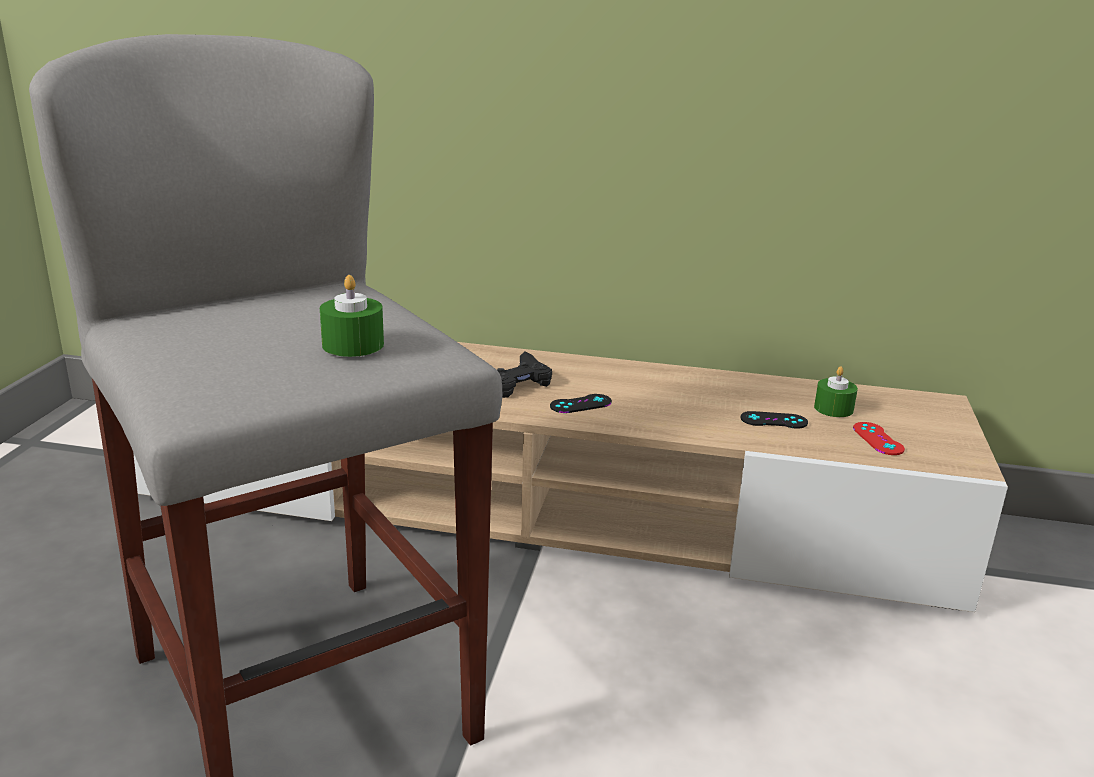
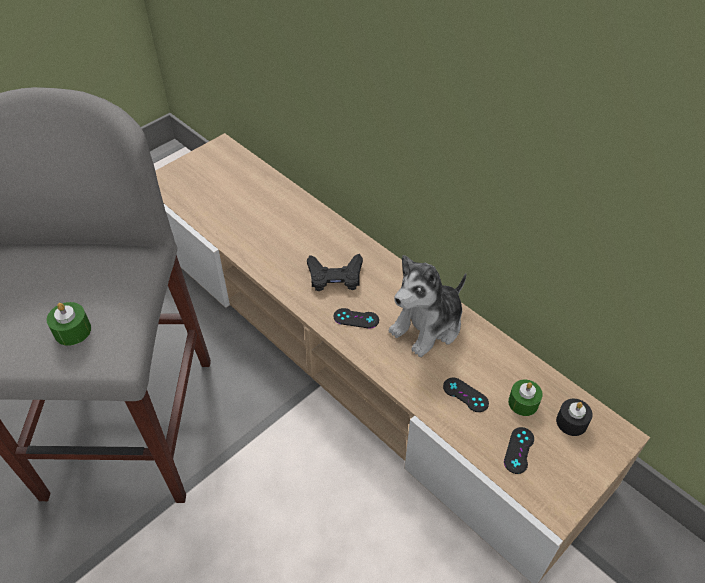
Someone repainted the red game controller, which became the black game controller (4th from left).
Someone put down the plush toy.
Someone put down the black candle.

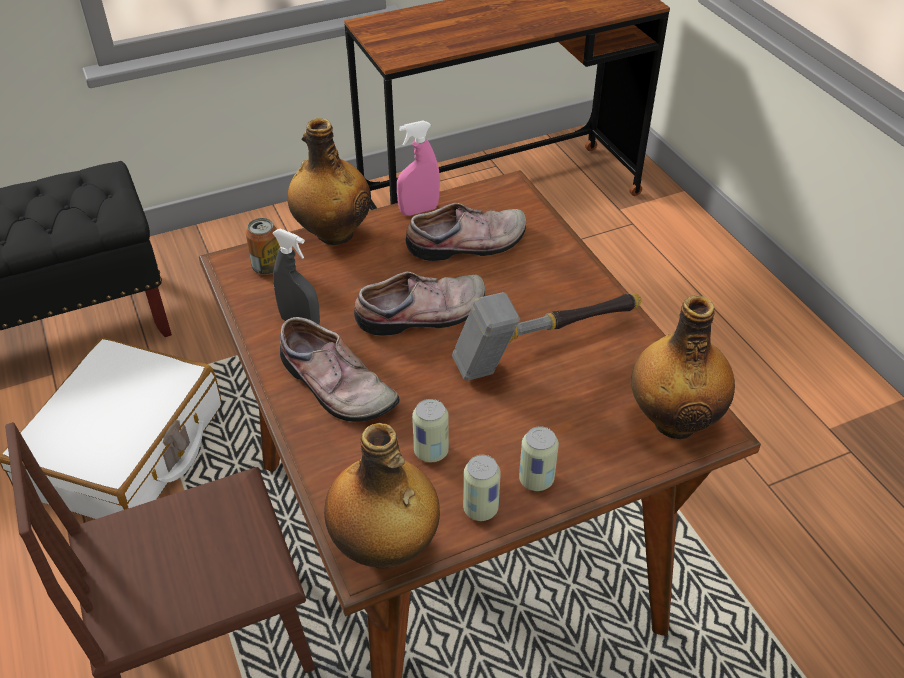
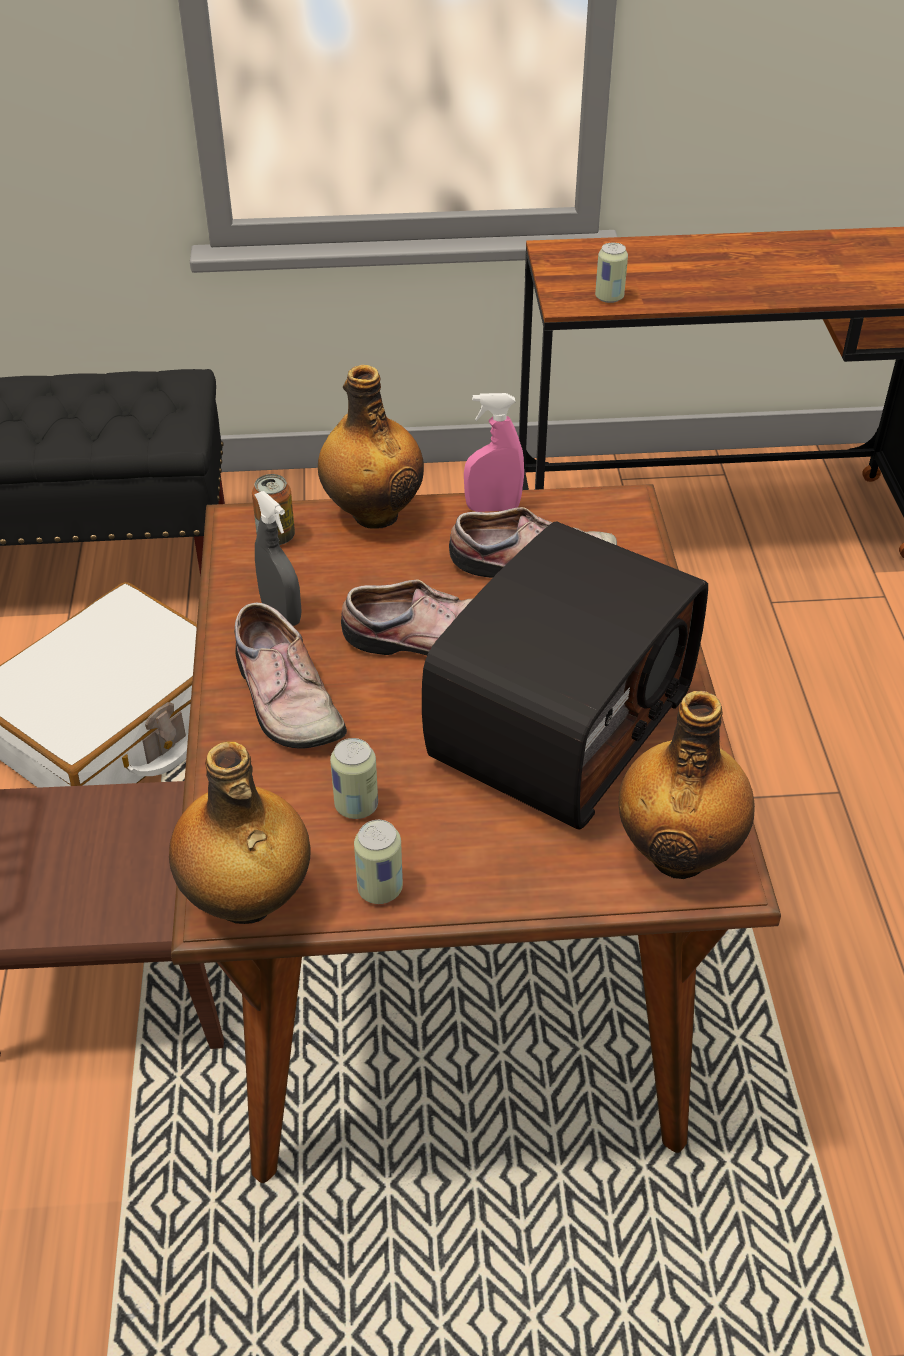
Someone swapped the hammer for the radio.
Someone carried the can (4th from left).

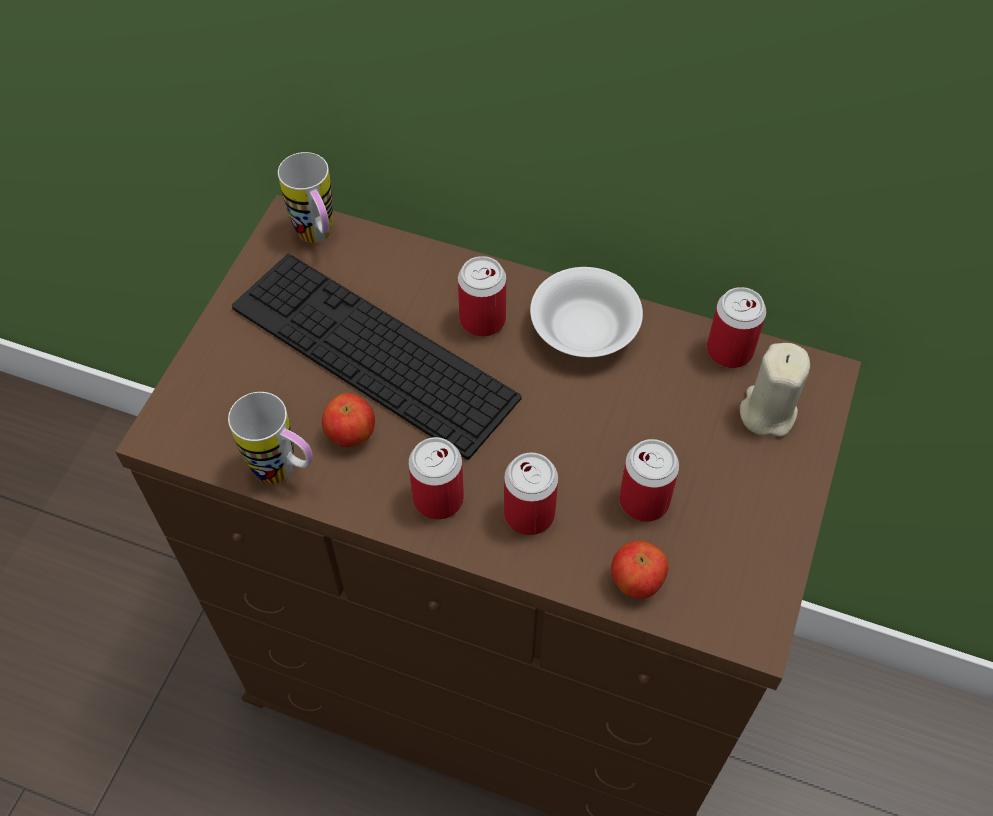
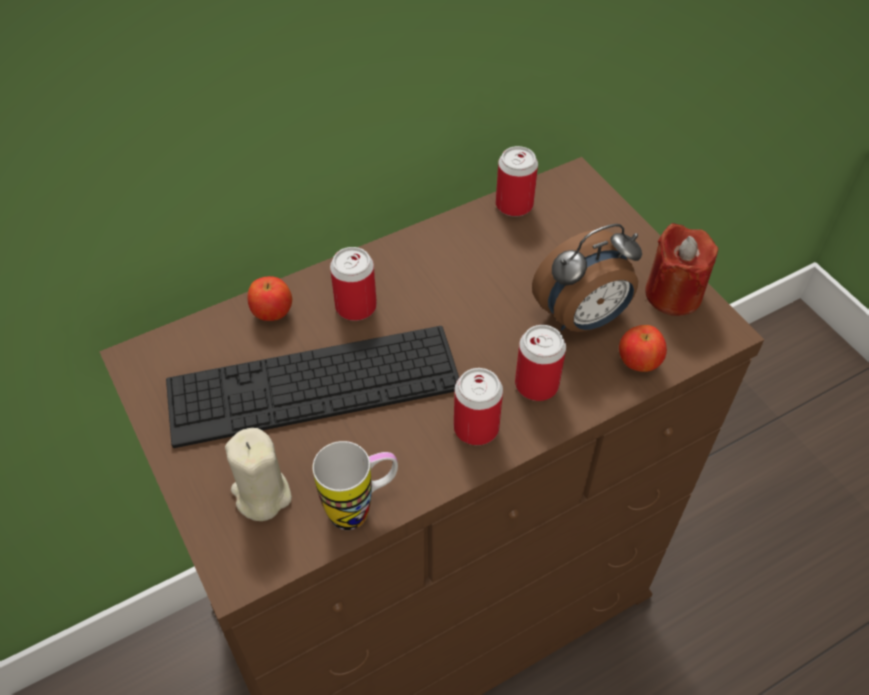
Someone took away the mug (2nd from left).
Someone took away the white bowl.
Someone carried the beige candle.
Someone carried the apple (1st from left).
Someone swapped the can (4th from left) for the alarm clock.
Someone put down the red candle.

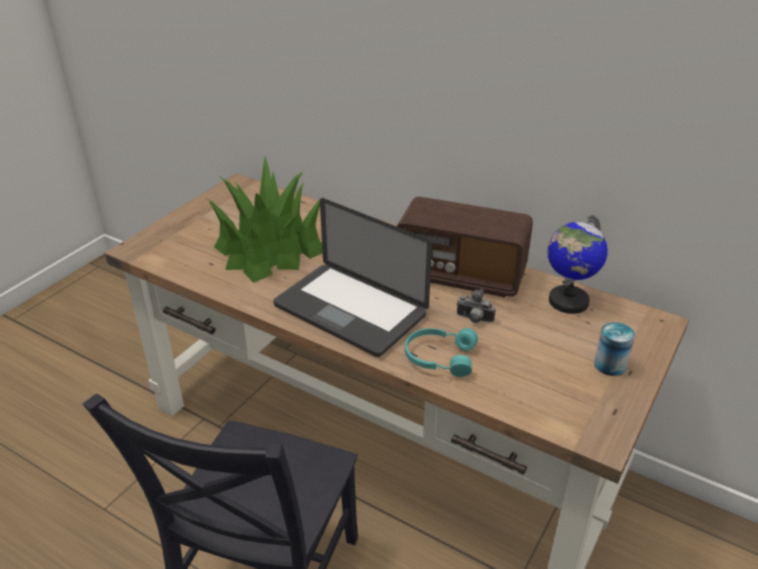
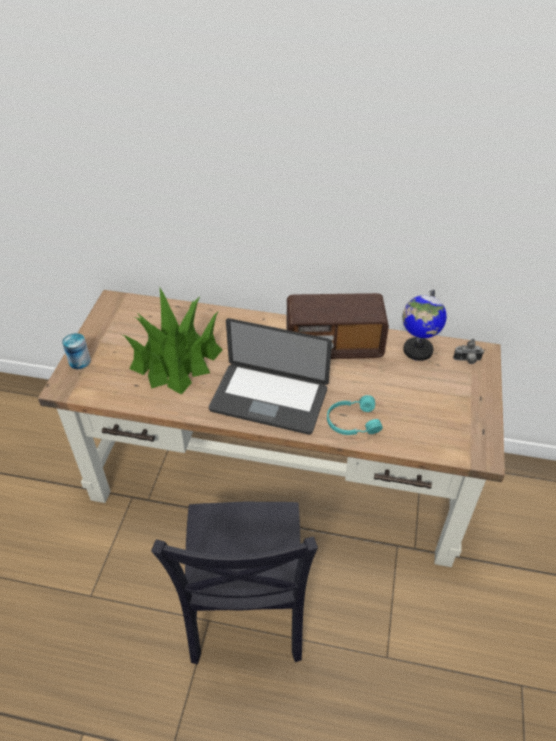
Someone carried the photo camera.
Someone carried the can.

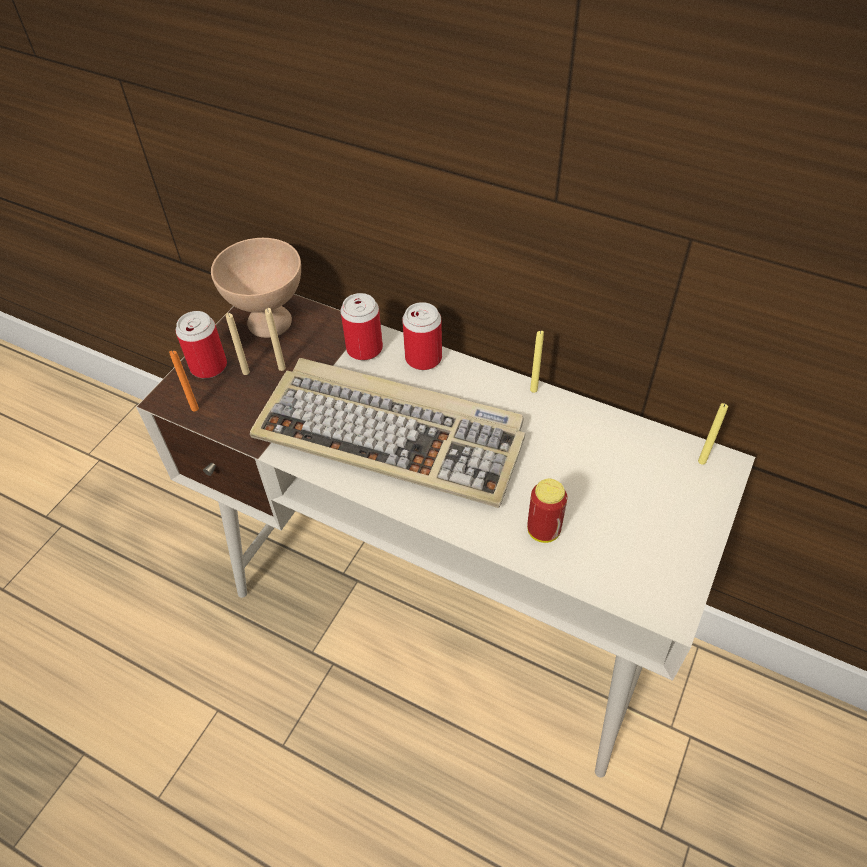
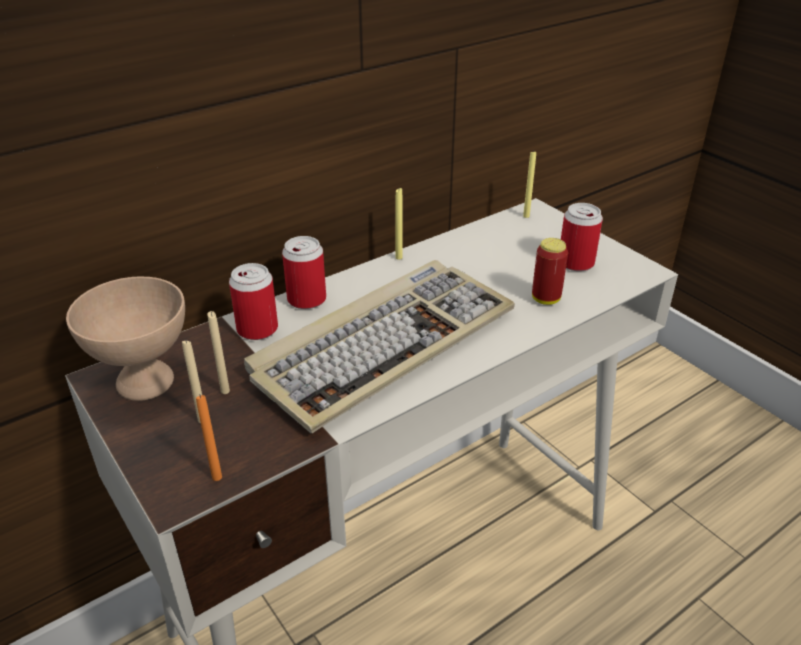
Someone carried the can (1st from left in the first image).

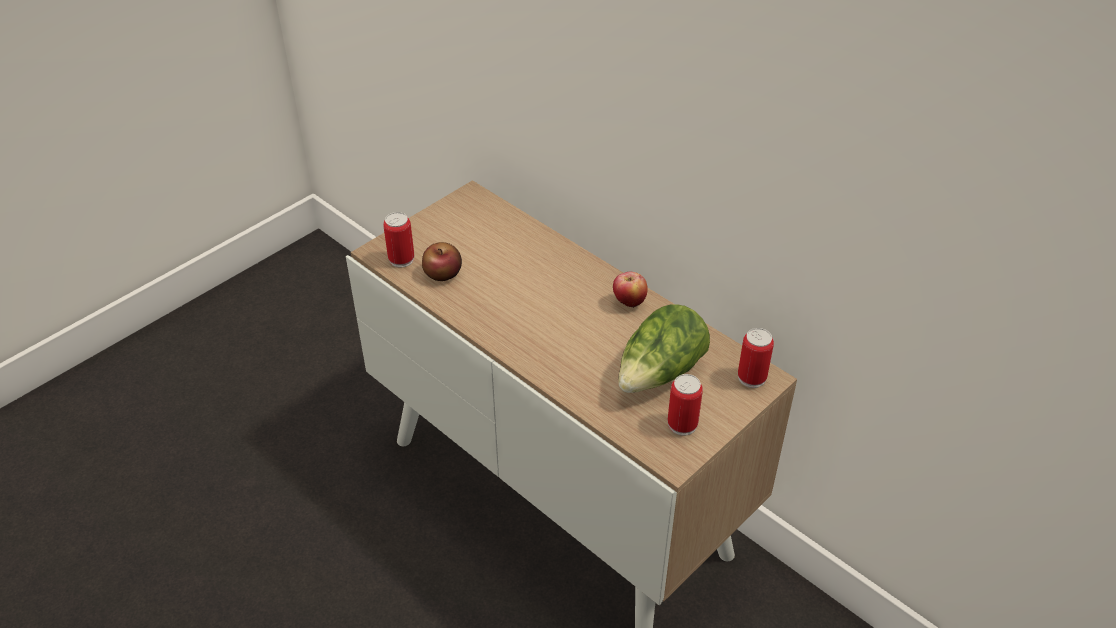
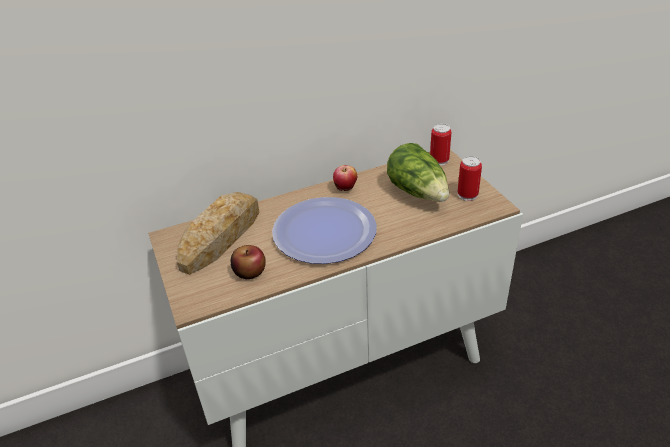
Someone took away the can (1st from left).
Someone put down the bread.
Someone put down the plate.

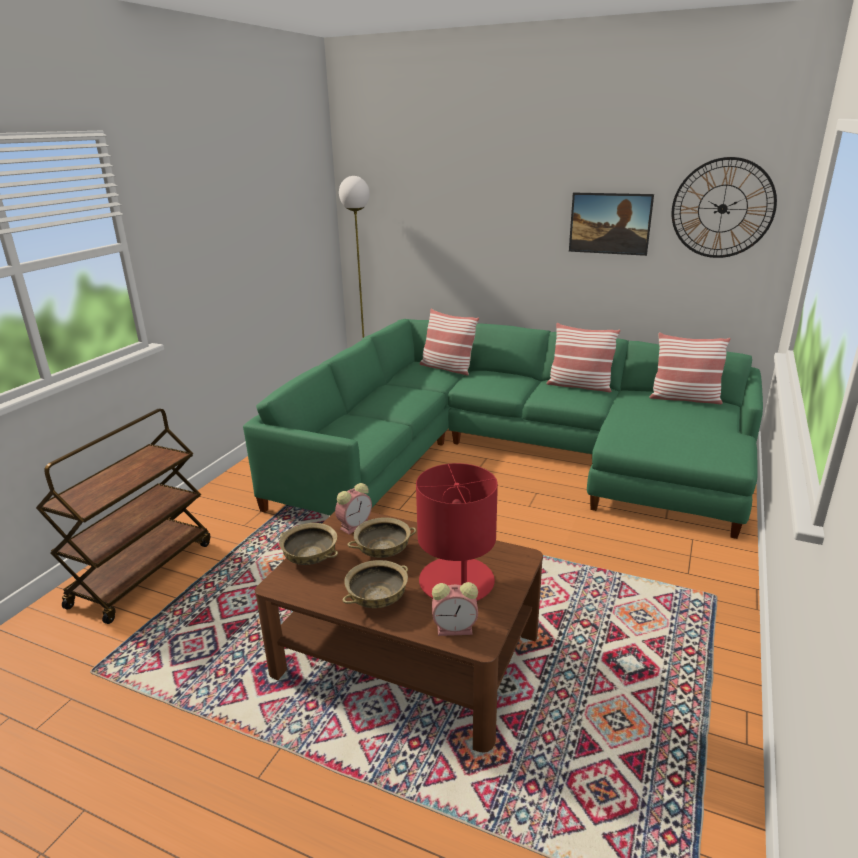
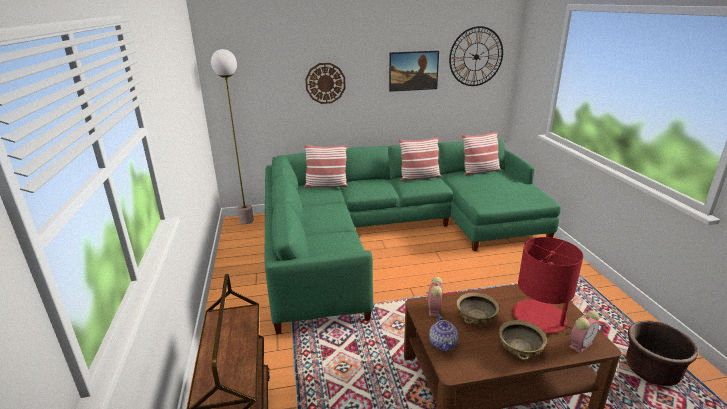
Someone swapped the beige bowl (1st from left) for the teapot.
Someone put up the wall clock (1st from left).
Someone put down the brown planter.

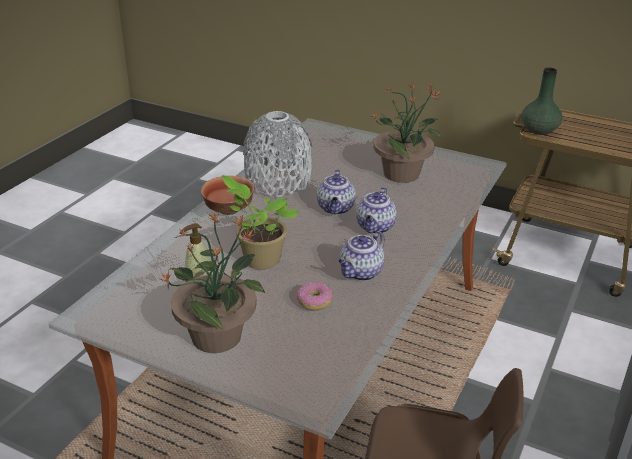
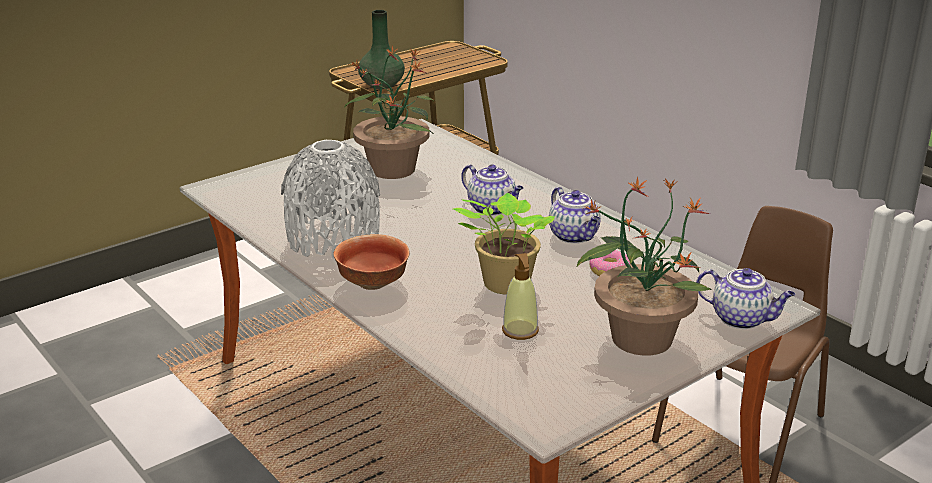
Someone carried the teapot (1st from left in the first image).

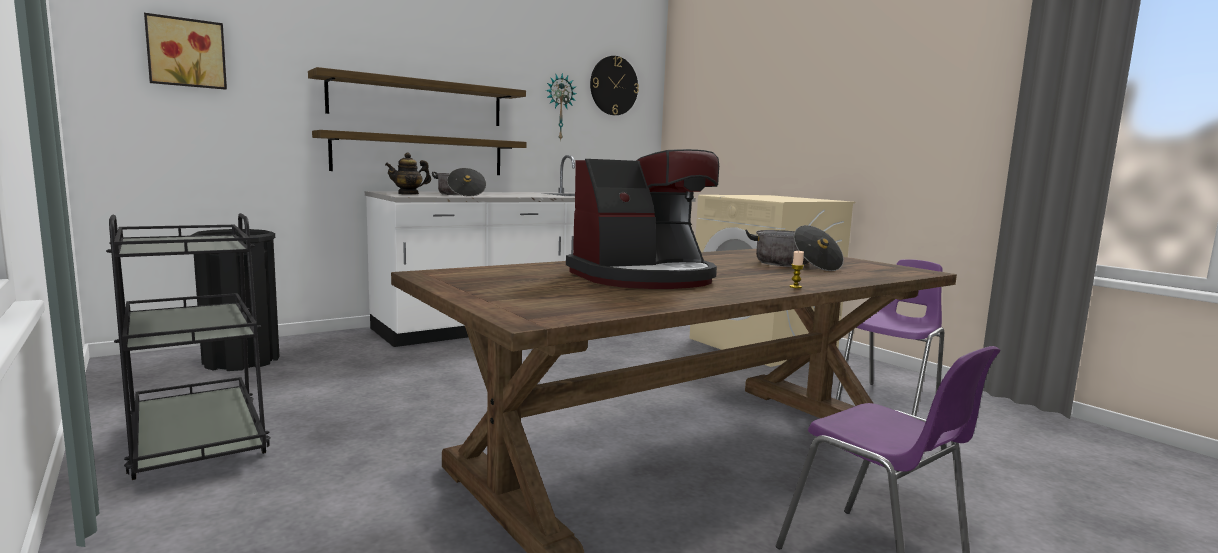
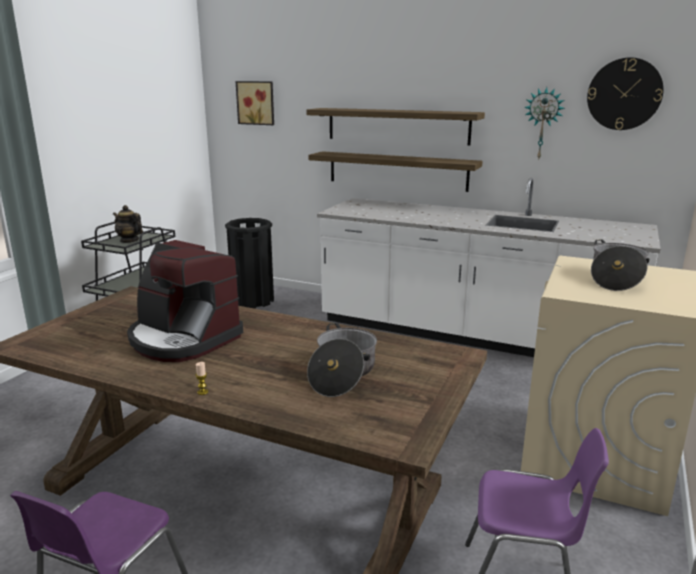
Someone carried the teapot.
Someone carried the cooking pot (1st from left in the first image).

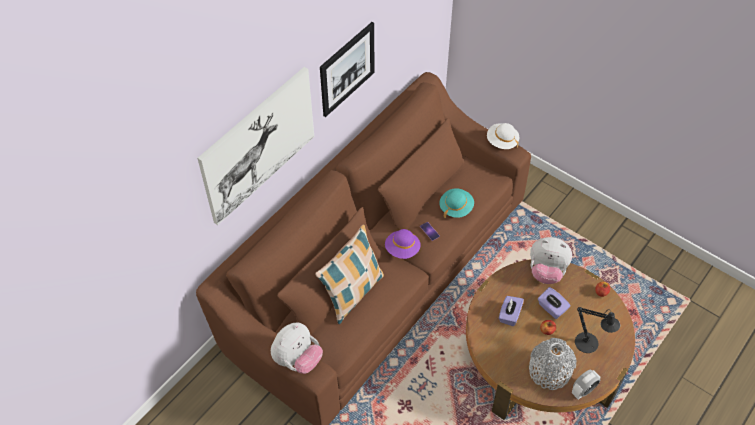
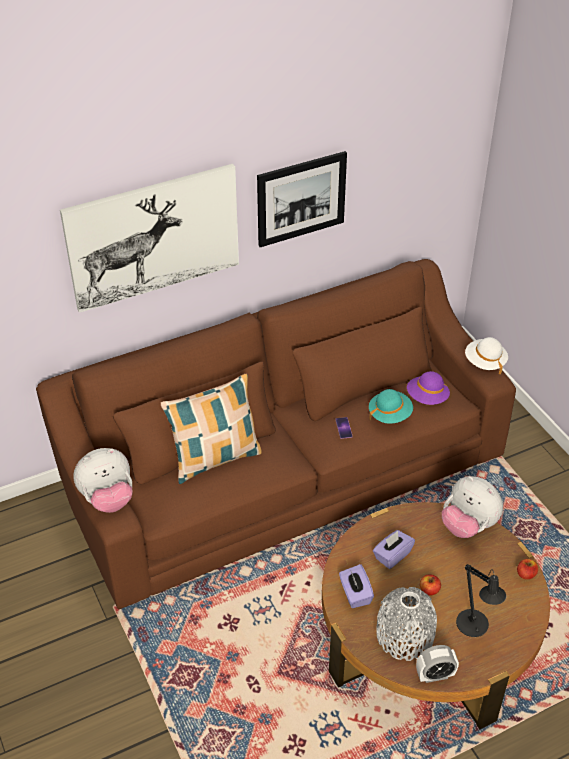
Someone carried the purple hat.
Someone carried the purple tissue box (2nd from left in the first image).

